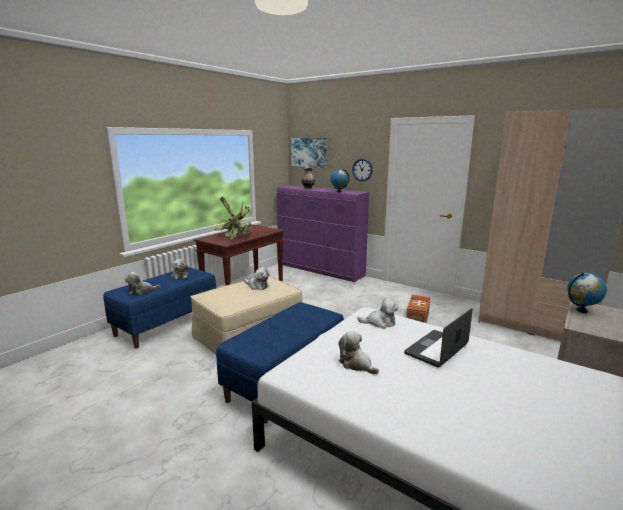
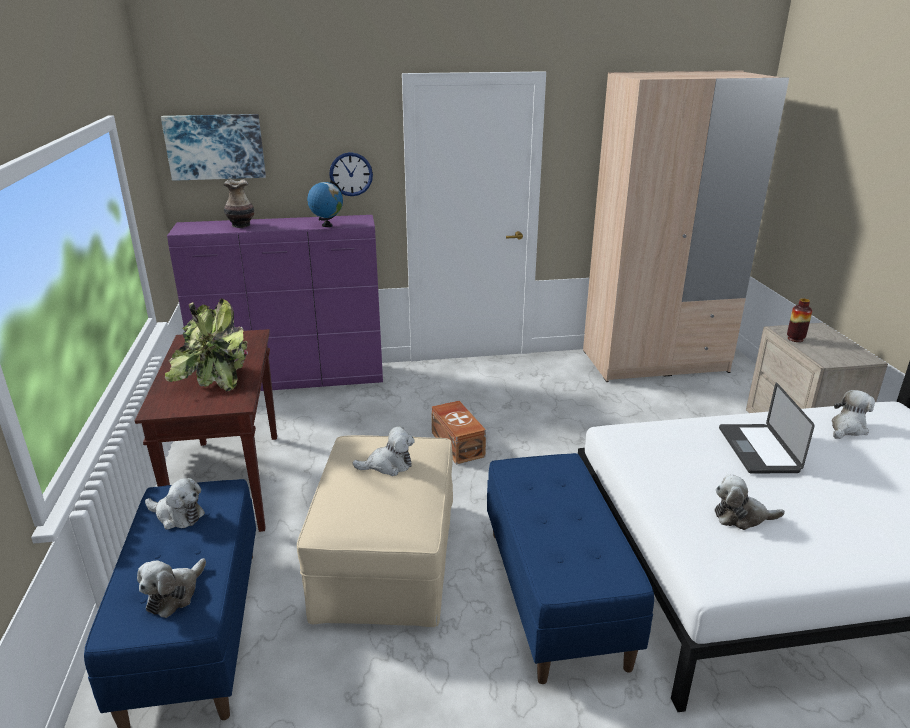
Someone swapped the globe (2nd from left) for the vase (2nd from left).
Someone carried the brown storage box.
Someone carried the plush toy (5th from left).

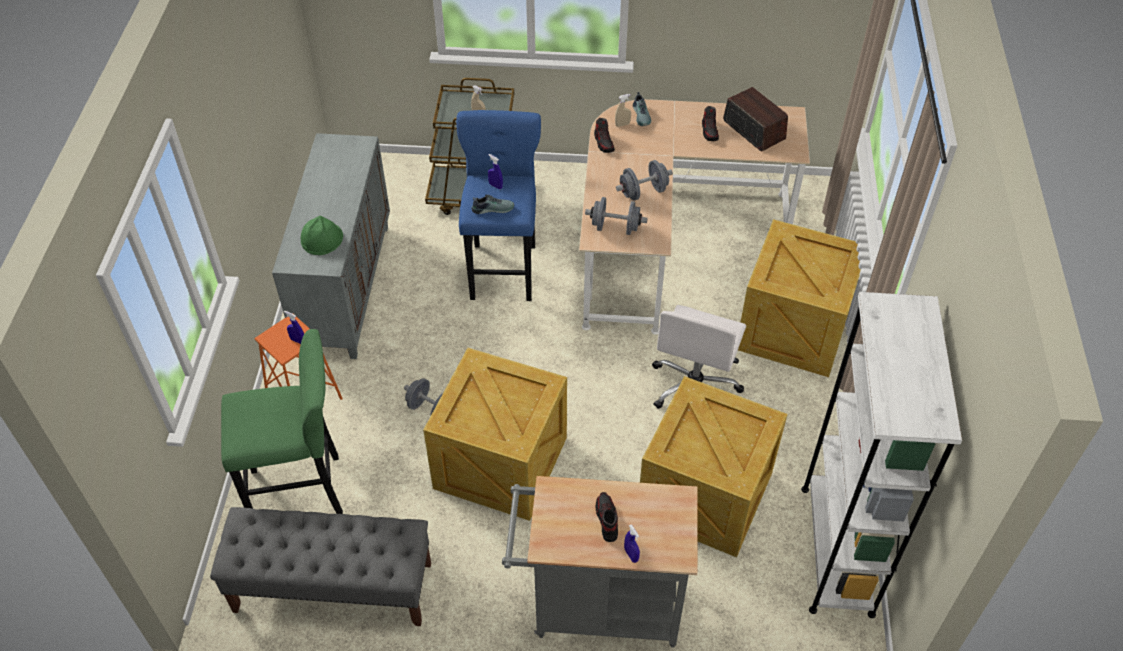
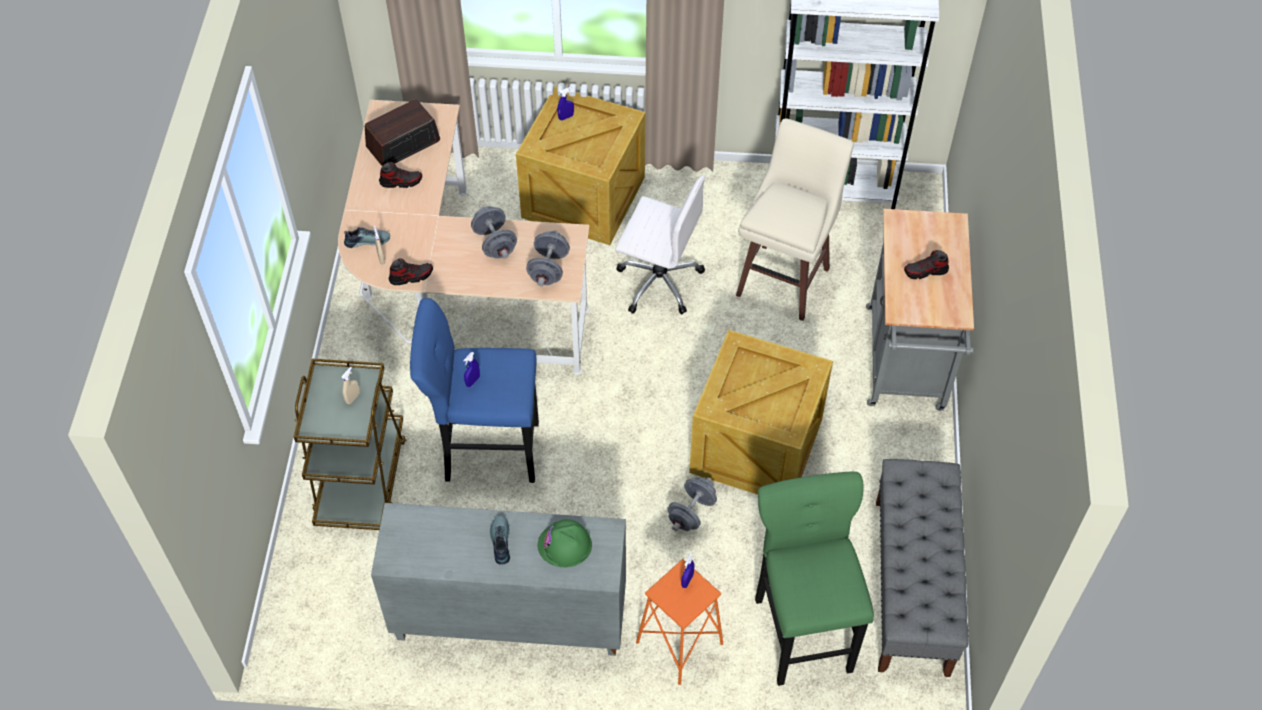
Someone carried the shoe (1st from left in the first image).
Someone swapped the crate (2nd from left) for the beige stool.
Someone carried the blue spray bottle (3rd from left in the first image).

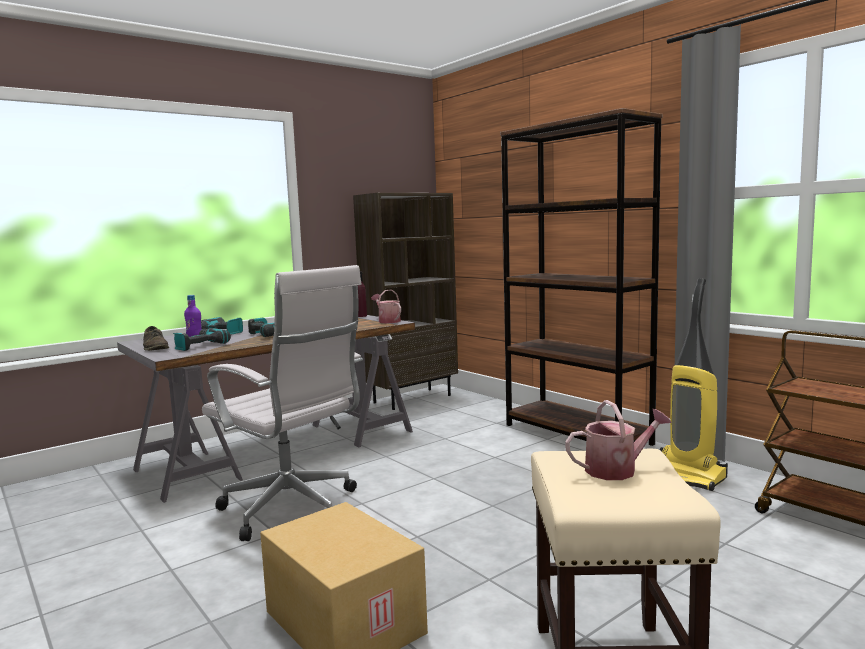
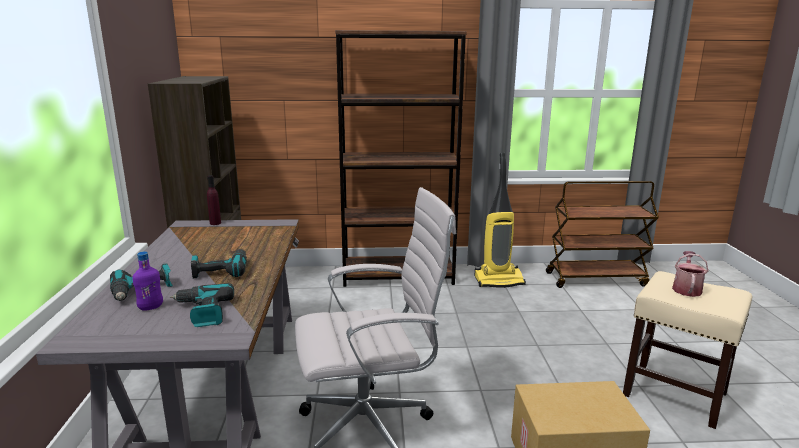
Someone took away the watering can (1st from left).
Someone took away the brown shoe.

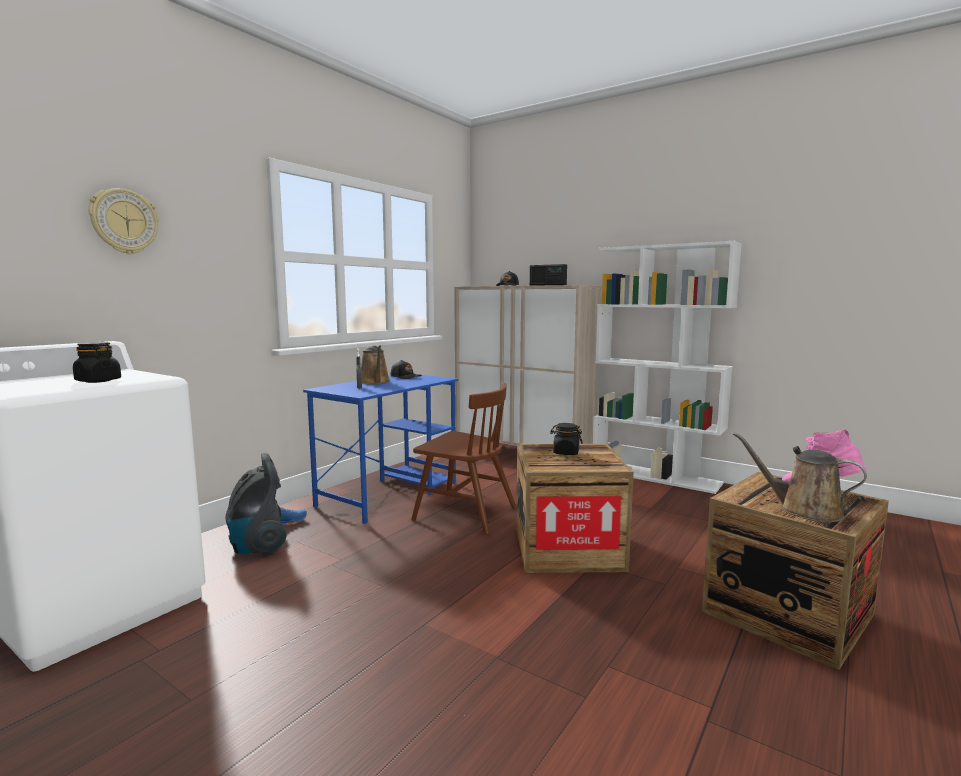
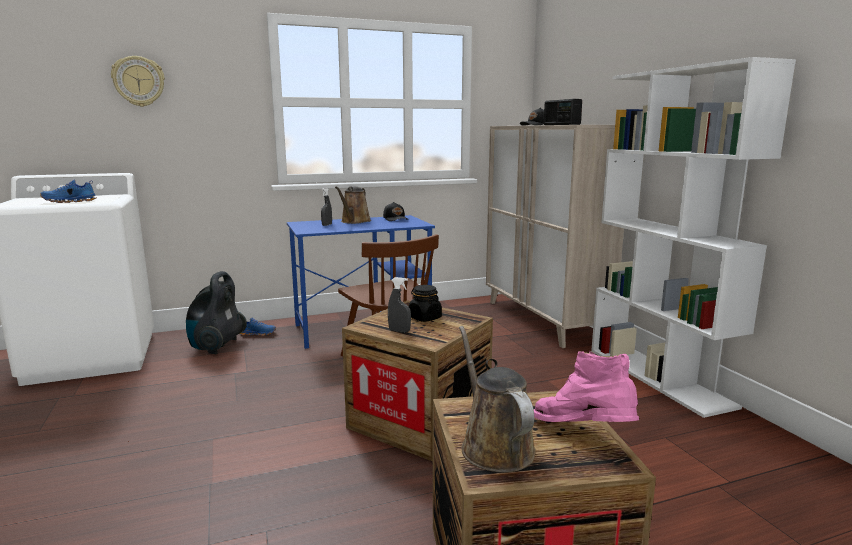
Someone swapped the black jar (1st from left) for the blue shoe (1st from left).
Someone put down the grey spray bottle (2nd from left).

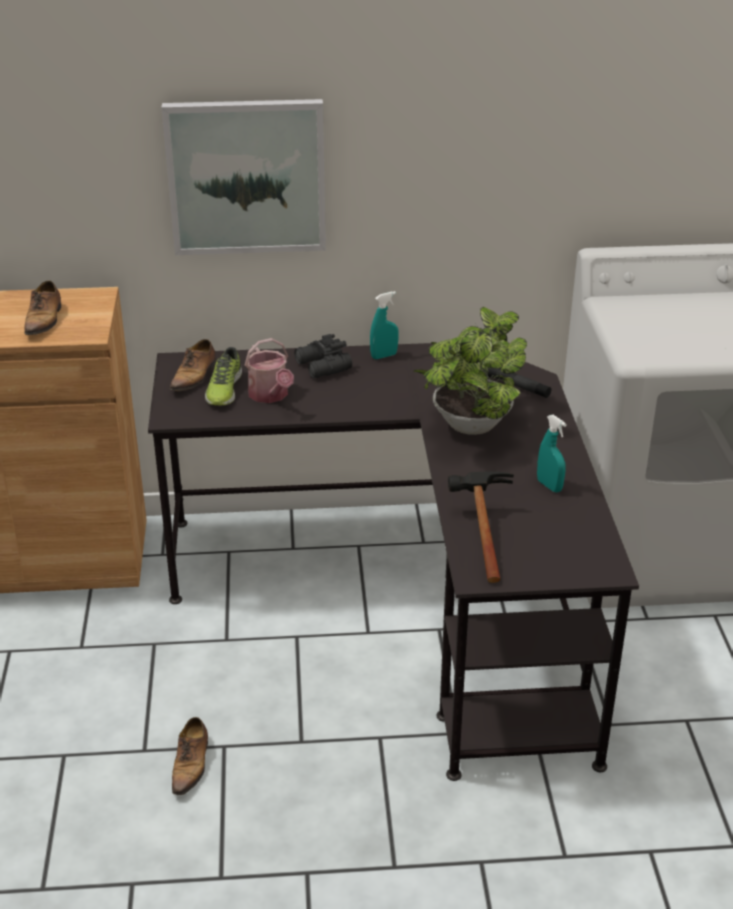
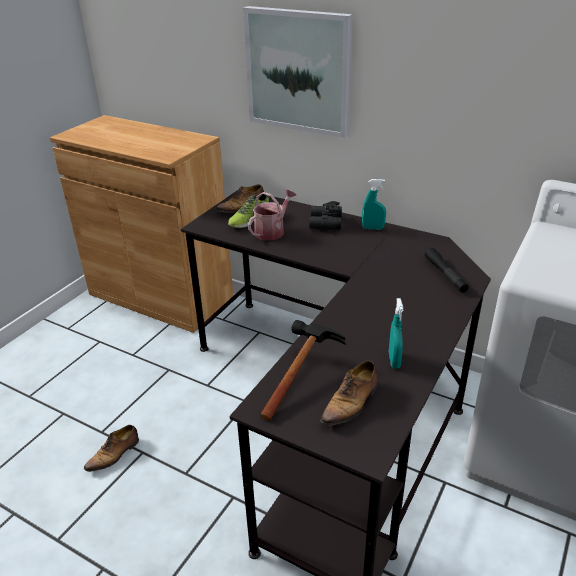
Someone carried the shoe (1st from left in the first image).
Someone took away the potted plant.
Someone rotated the watering can by 150 degrees counterclockwise.

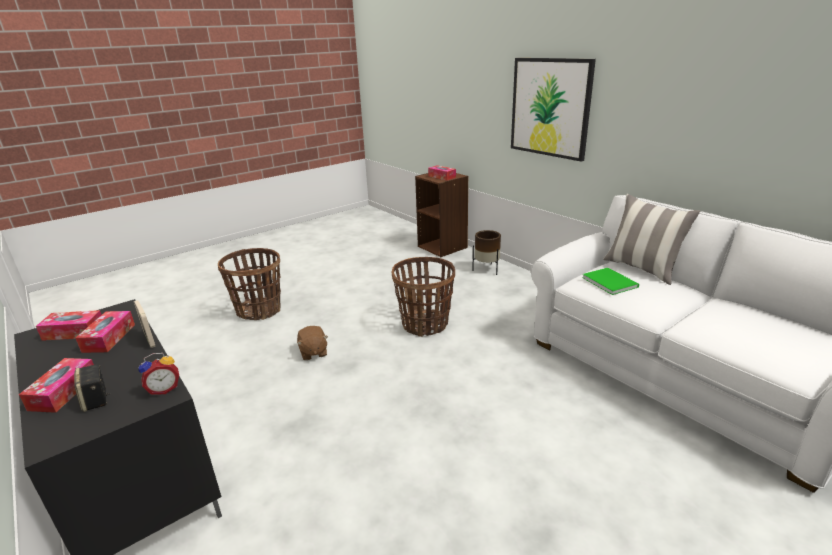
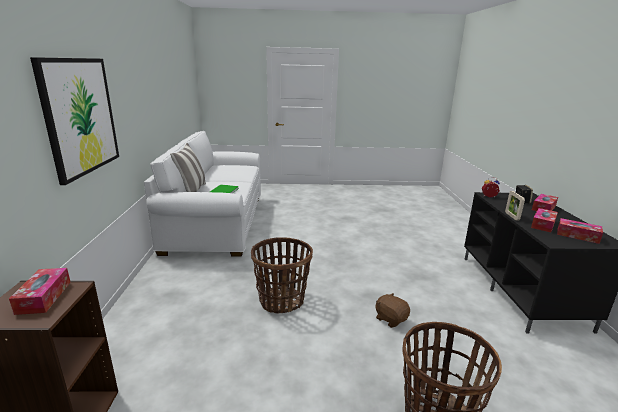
Someone took away the brown planter.
Someone rotated the brown plush toy by 60 degrees counterclockwise.

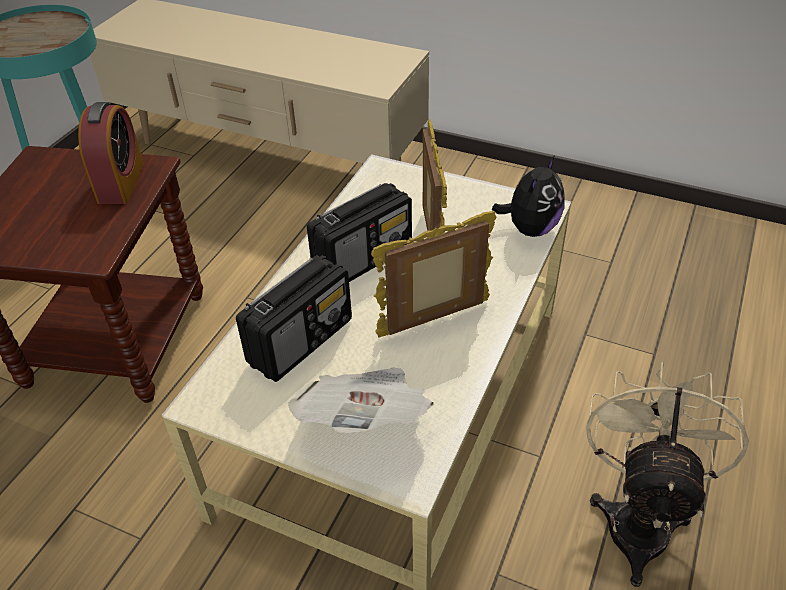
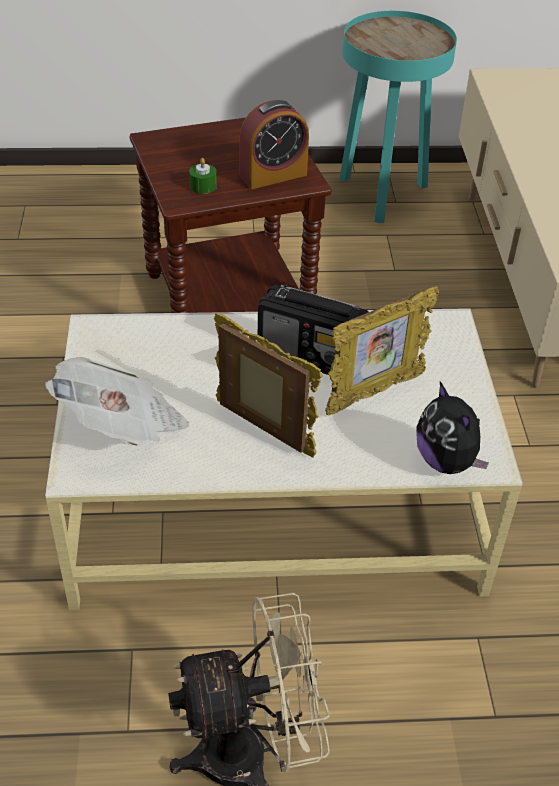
Someone rotated the plush toy by 60 degrees clockwise.
Someone took away the radio (1st from left).
Someone put down the green candle.

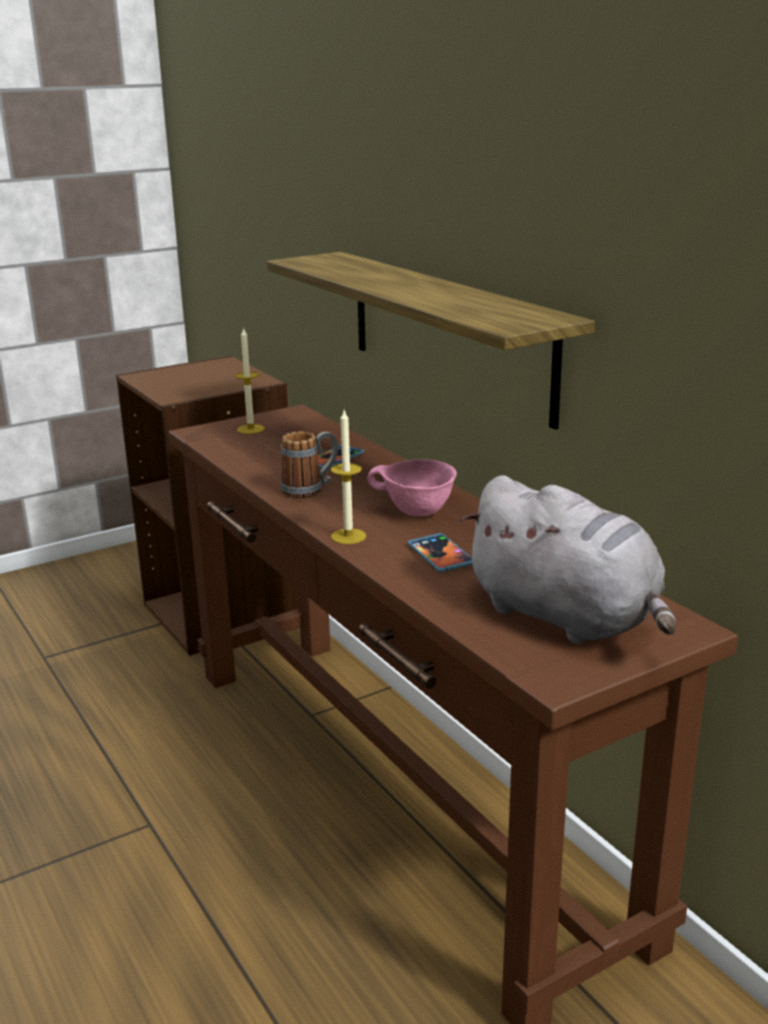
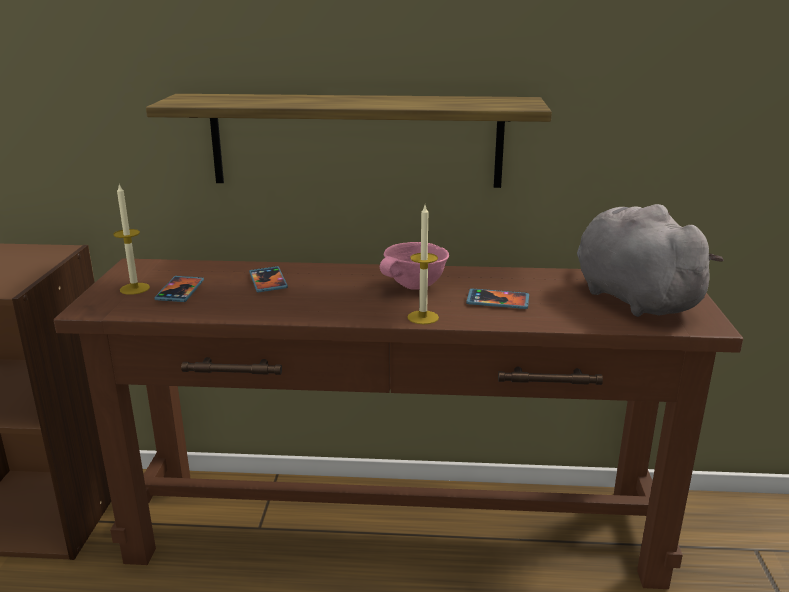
Someone took away the mug.
Someone rotated the grey plush toy by 105 degrees counterclockwise.
Someone put down the phone (1st from left).

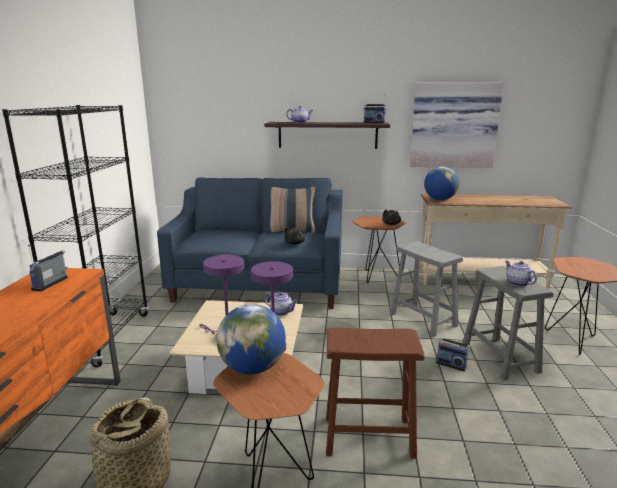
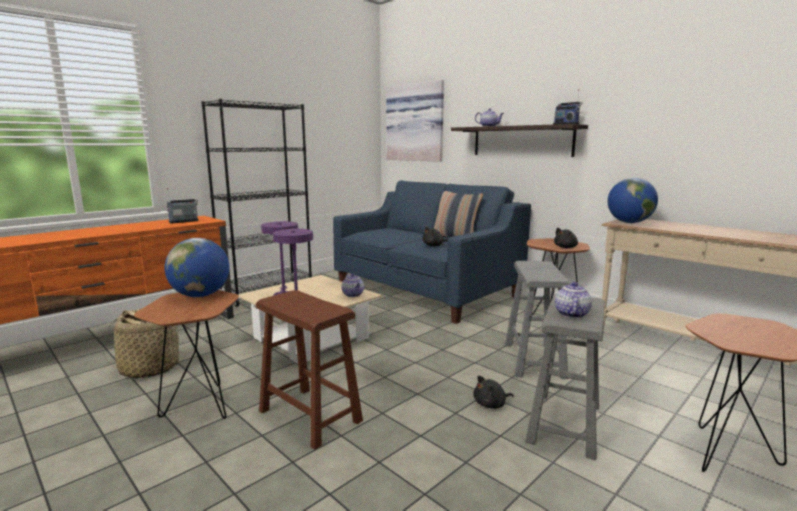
Someone carried the picture.
Someone swapped the radio (3rd from left) for the black plush toy (2nd from left).

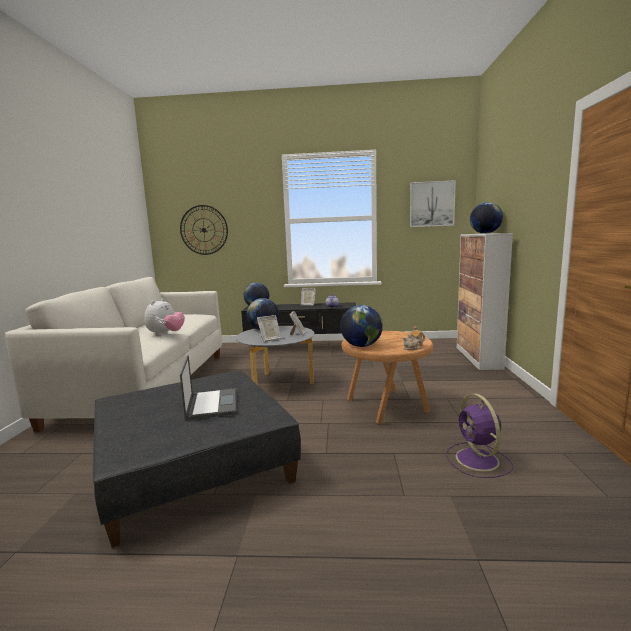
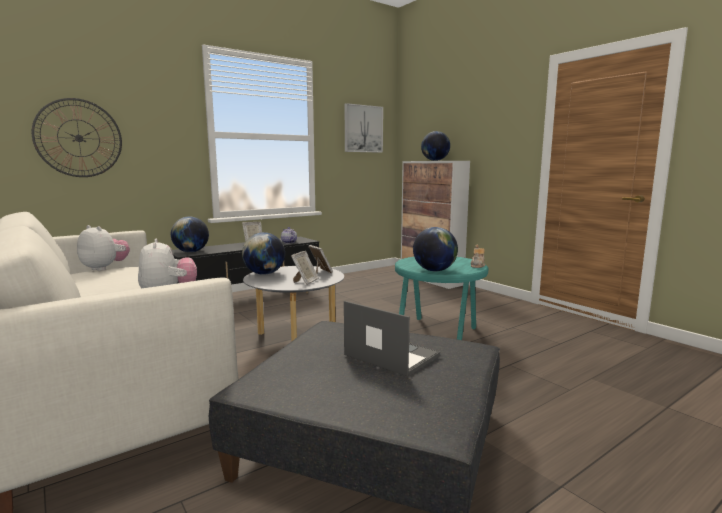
Someone repainted the brown side table, which became the turquoise side table.
Someone took away the purple fan.
Someone put down the plush toy (1st from left).

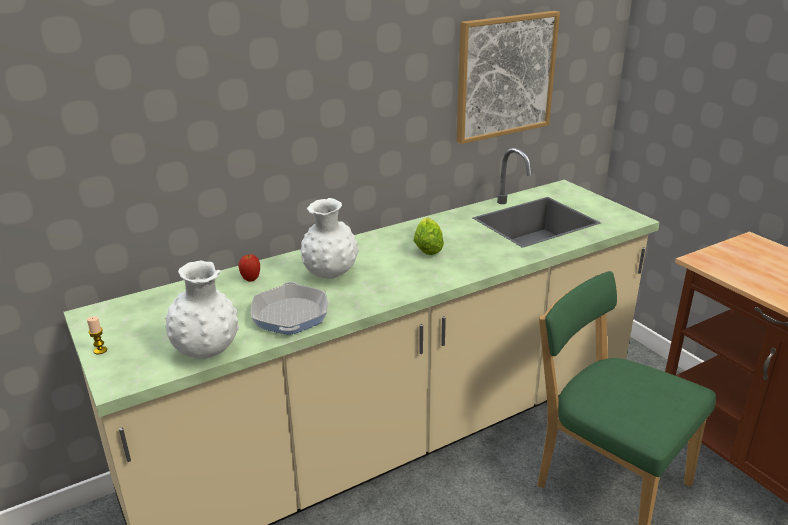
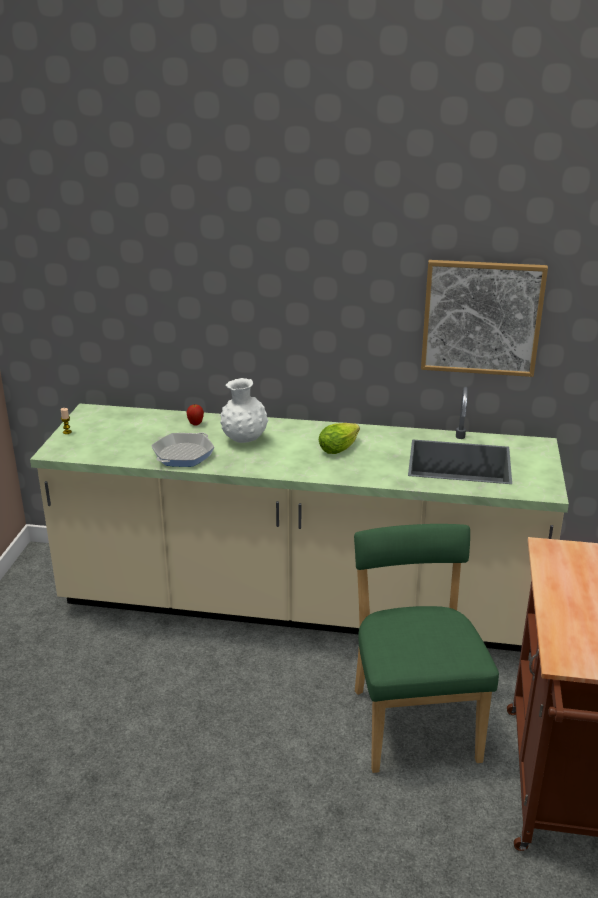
Someone took away the white vase (1st from left).

